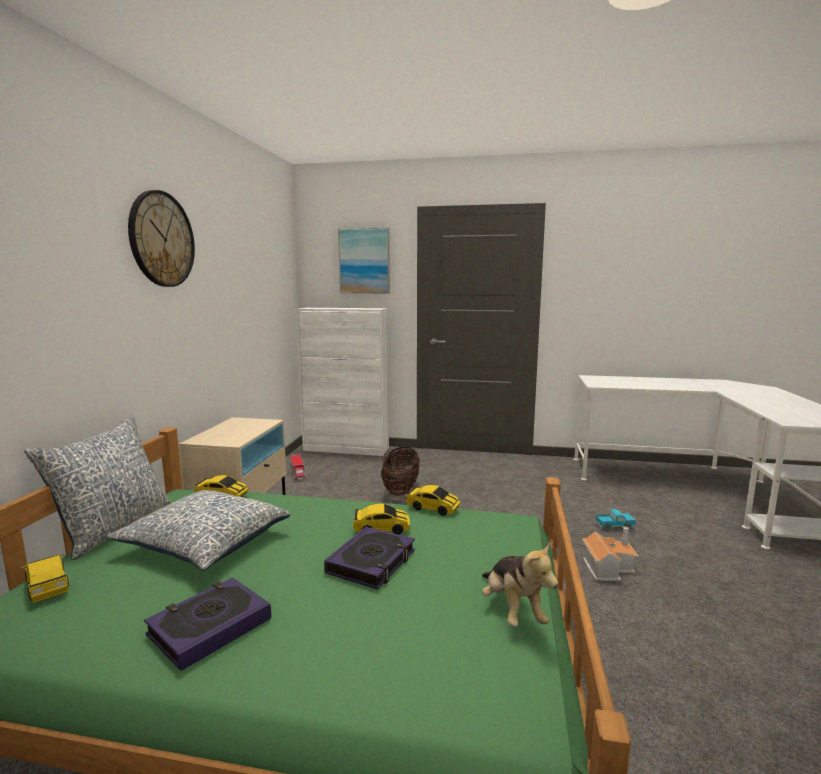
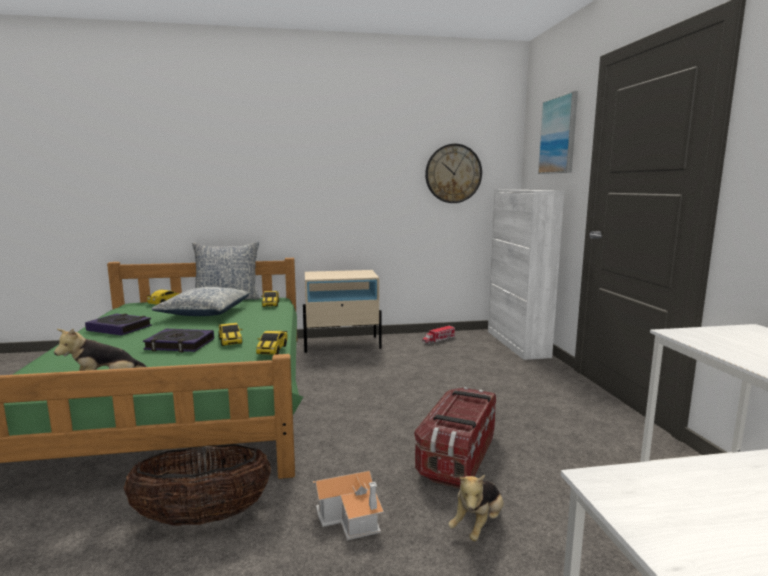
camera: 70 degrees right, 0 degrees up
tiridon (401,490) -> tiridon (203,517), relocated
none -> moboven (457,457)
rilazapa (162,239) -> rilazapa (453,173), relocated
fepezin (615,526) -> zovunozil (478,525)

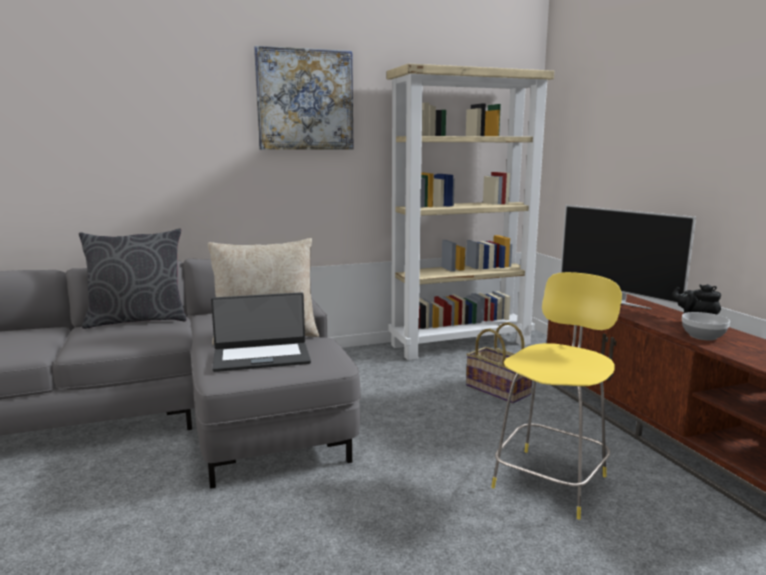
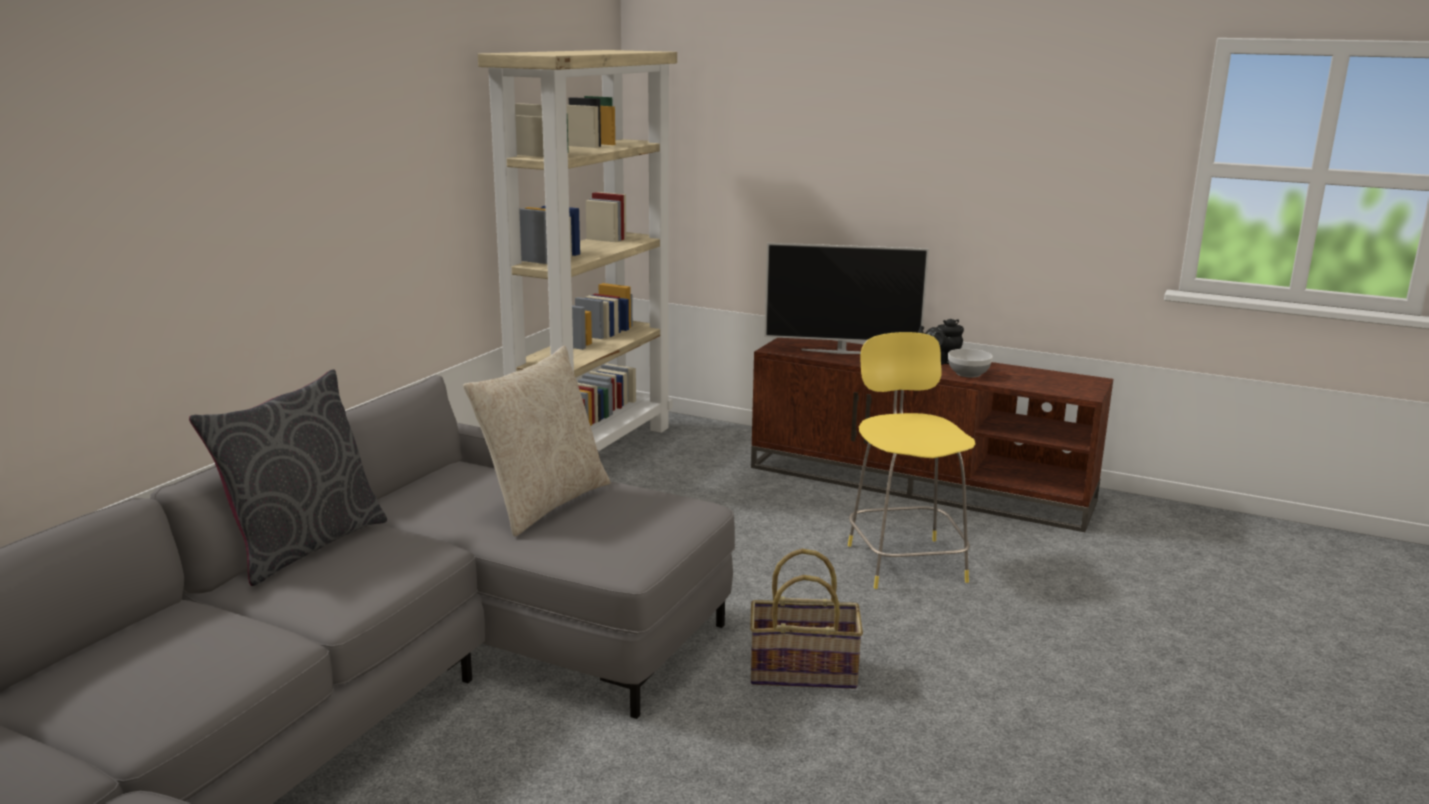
camera: 45 degrees left, 5 degrees up
tiridon (499,390) -> tiridon (803,670), relocated
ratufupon (261,357) -> none
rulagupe (305,100) -> none

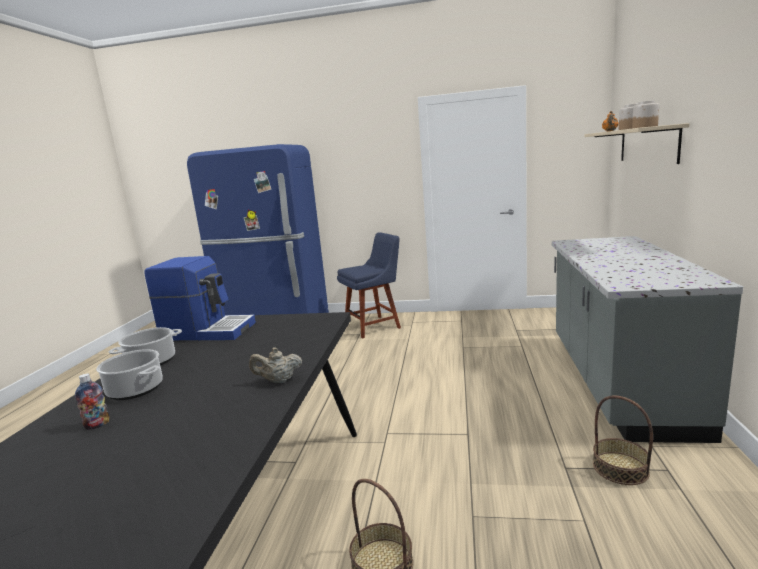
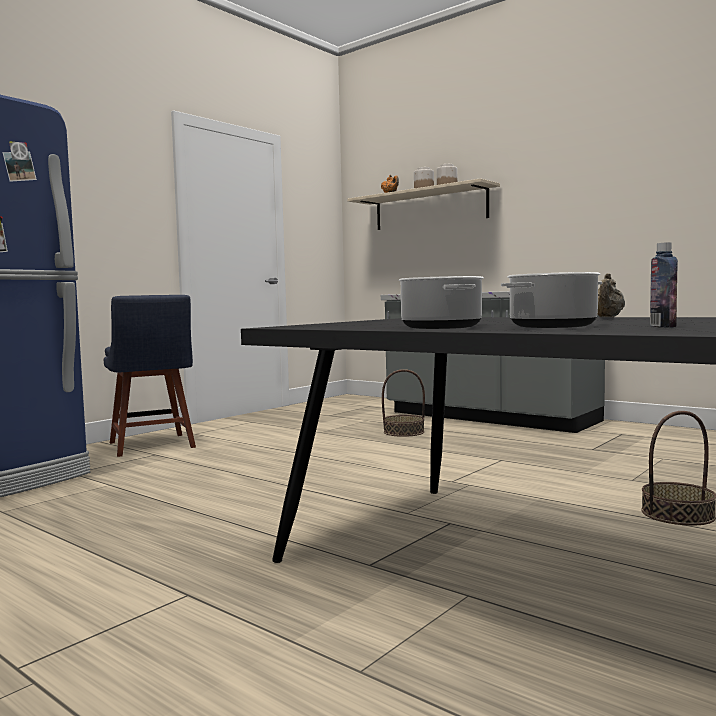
camera: 60 degrees left, 10 degrees down
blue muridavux (374,326) -> blue muridavux (152,446), 150 degrees clockwise
tiridon (620,468) -> tiridon (404,432), relocated
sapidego (208,331) -> none

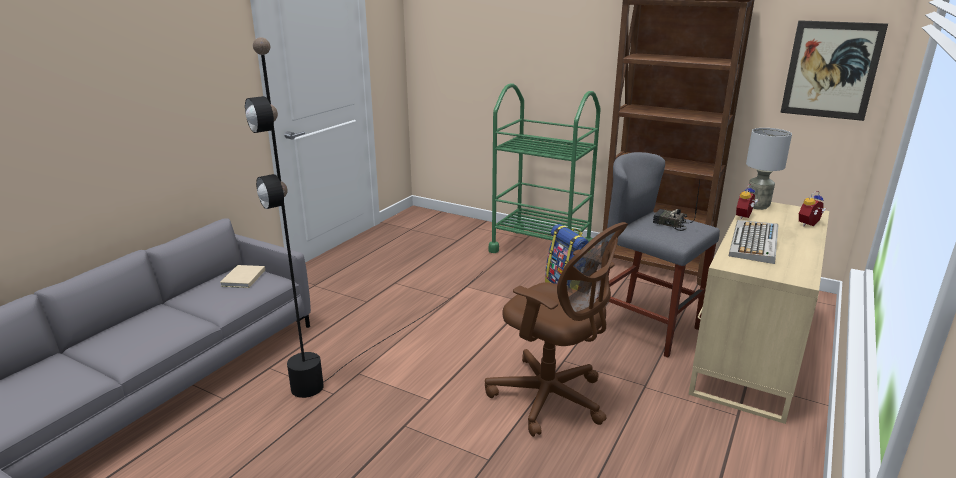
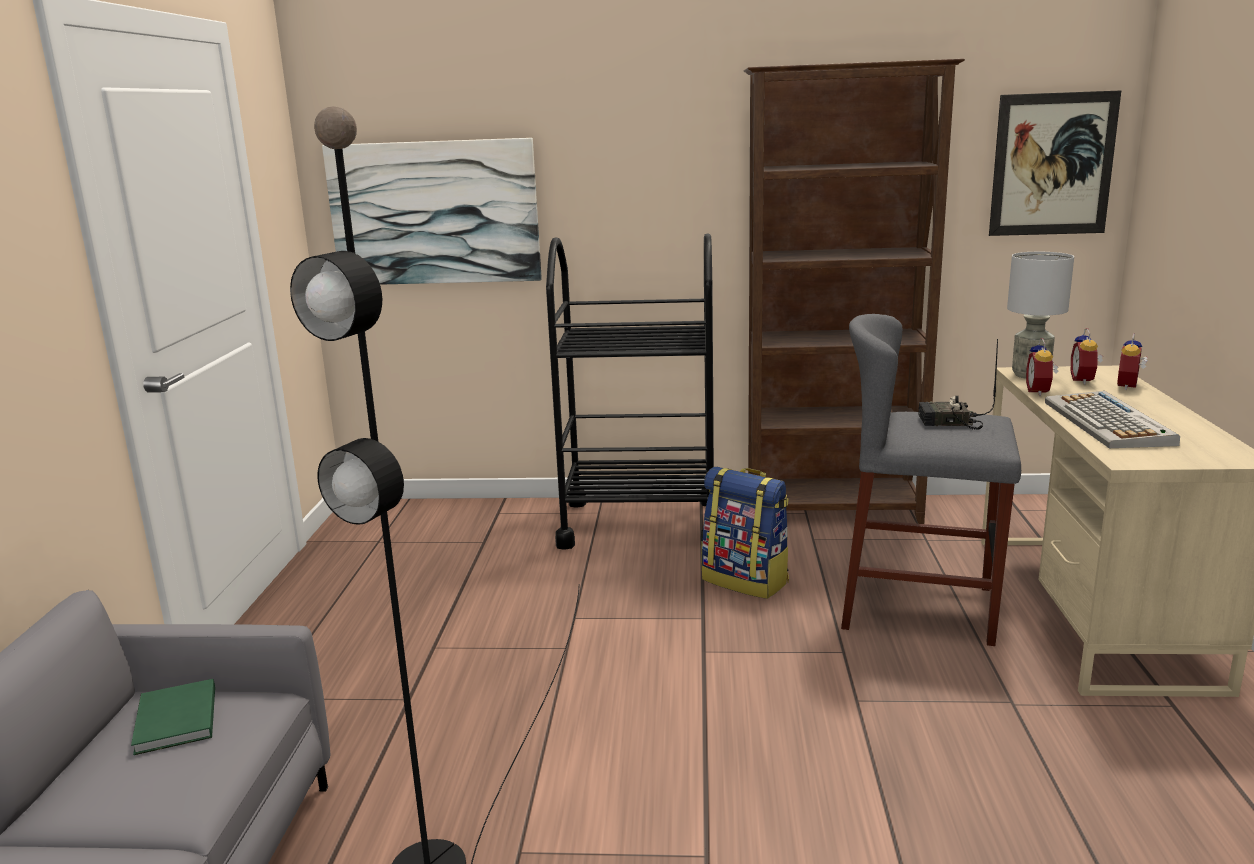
camera: 25 degrees left, 5 degrees down
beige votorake (242,278) -> green votorake (174,722)
none -> rulagupe (434,213)
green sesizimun (541,249) -> black sesizimun (640,524)
none -> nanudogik (1084,380)
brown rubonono (551,399) -> none

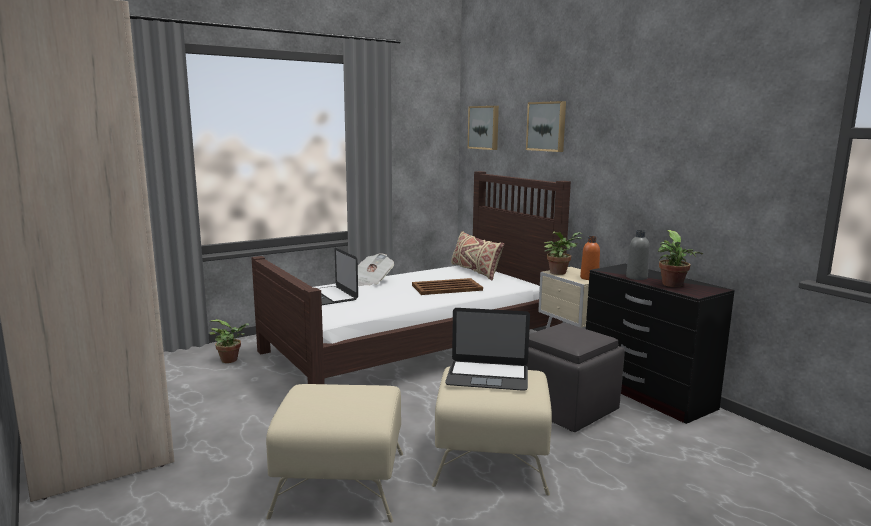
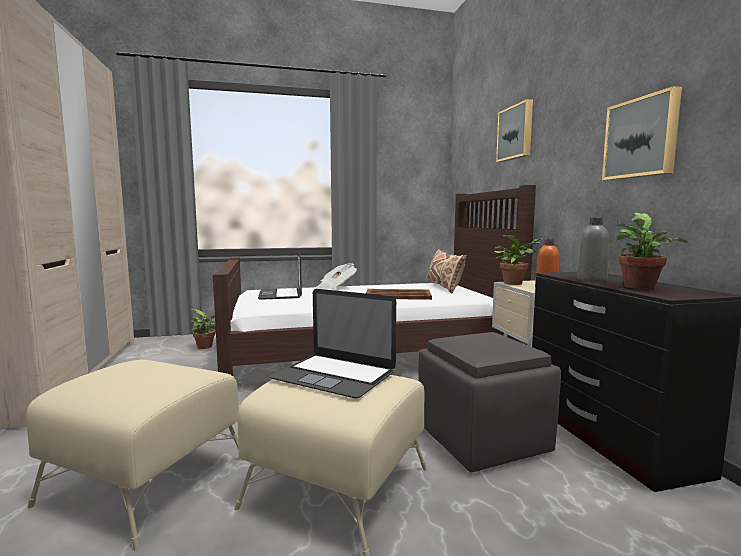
camera: 20 degrees right, 5 degrees down
rulagupe (484,127) -> rulagupe (641,138), relocated

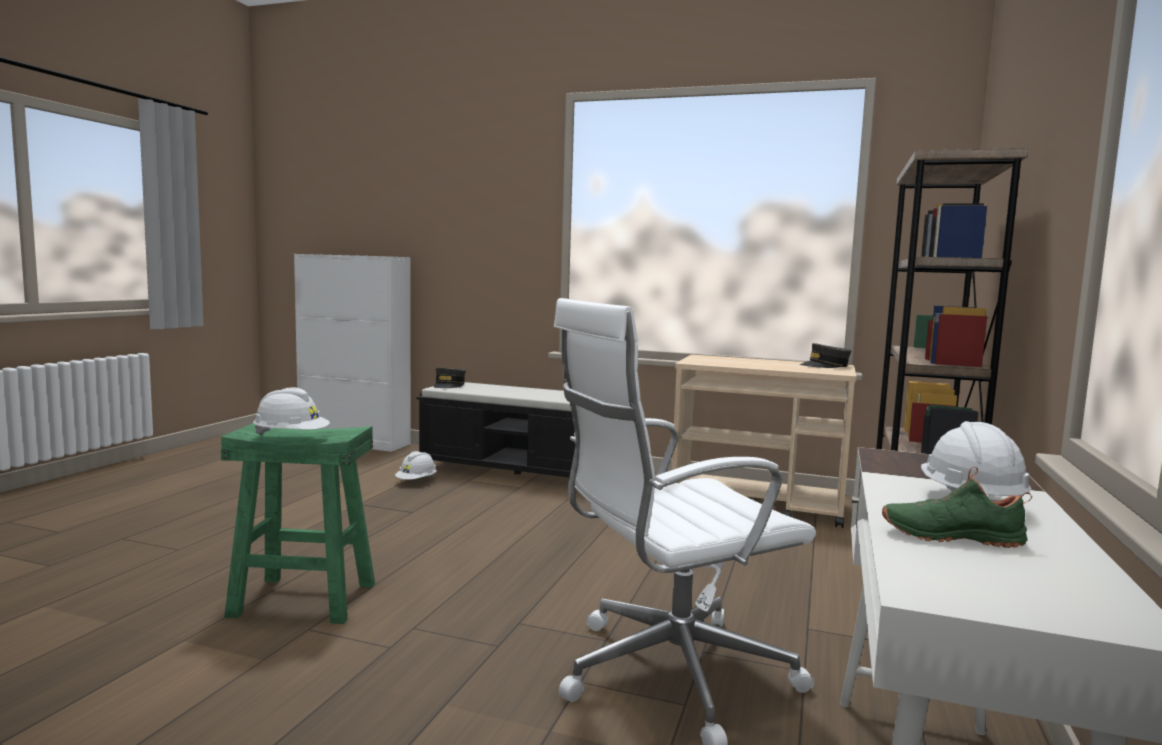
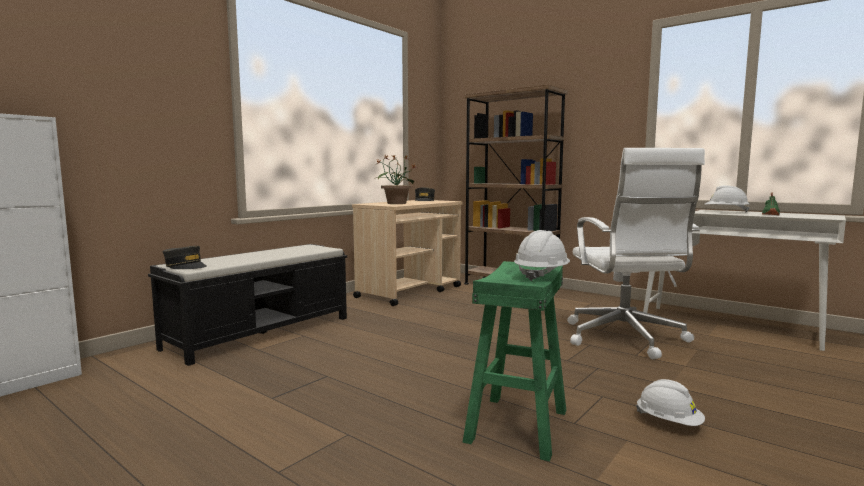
camera: 70 degrees left, 0 degrees up
none -> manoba (396,203)
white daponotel (416,481) -> white daponotel (669,422), relocated

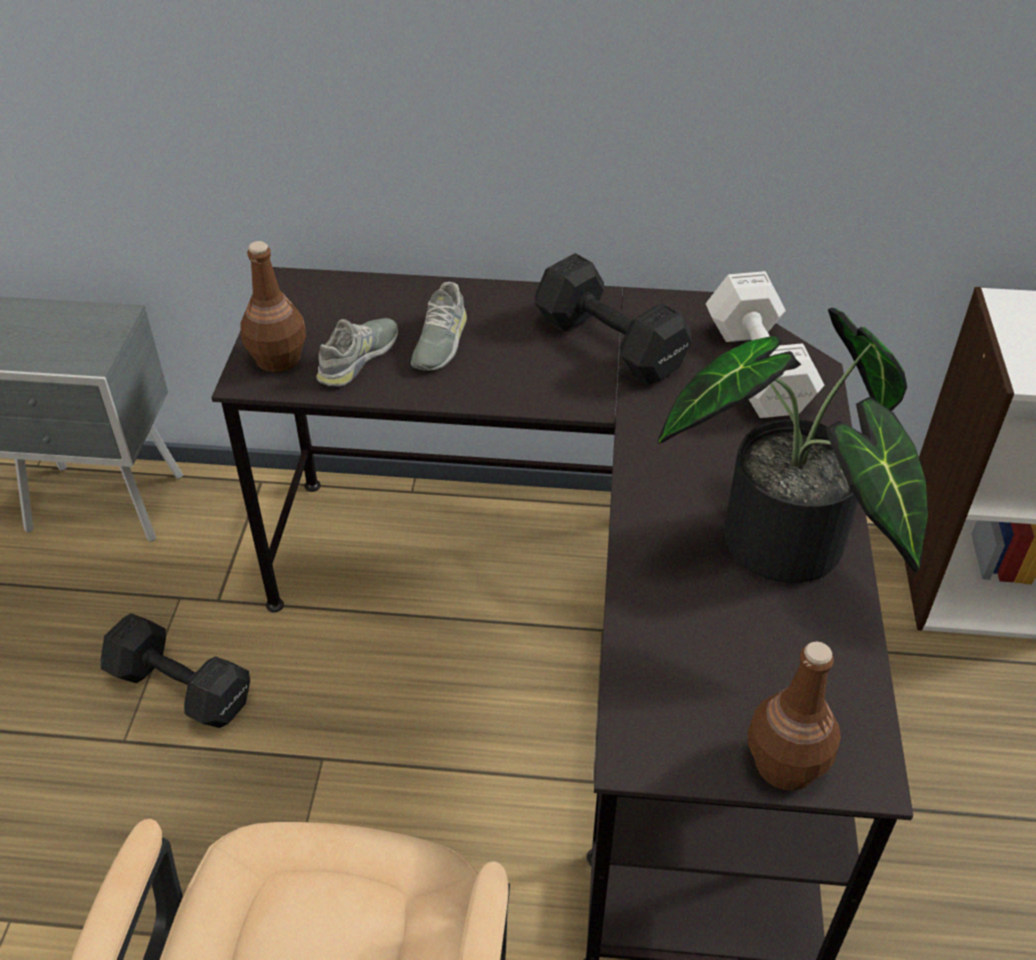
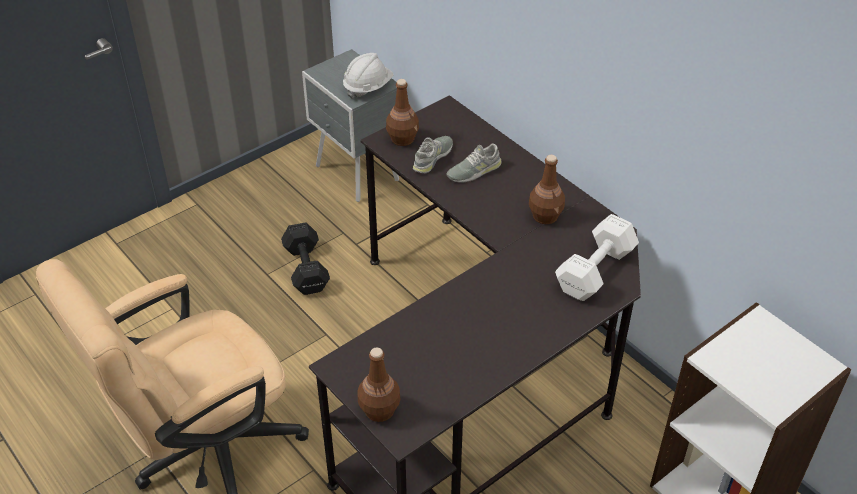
camera: 45 degrees right, 0 degrees up
none -> white daponotel (368,87)
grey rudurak (358,358) -> grey rudurak (433,158), 45 degrees counterclockwise
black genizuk (608,341) -> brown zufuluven (545,216)
manoba (783,553) -> none

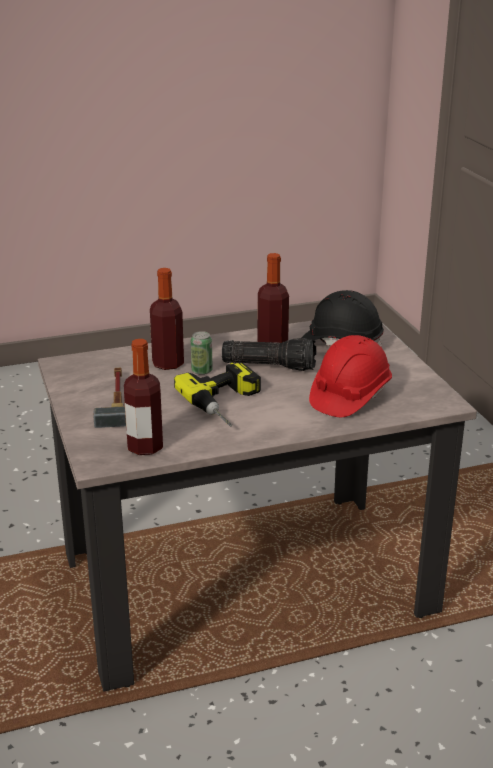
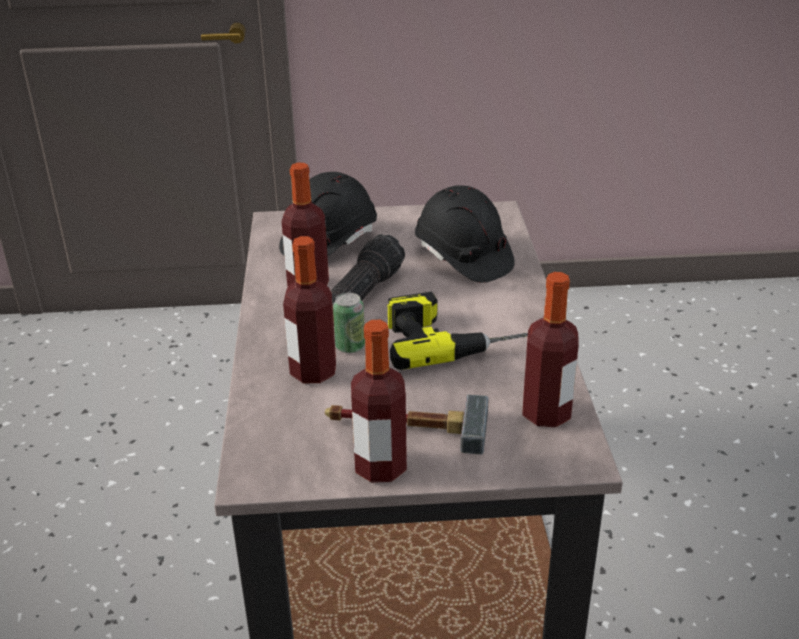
camera: 75 degrees left, 5 degrees up
none -> zufuluven (380,467)
red daponotel (349,396) -> black daponotel (462,258)

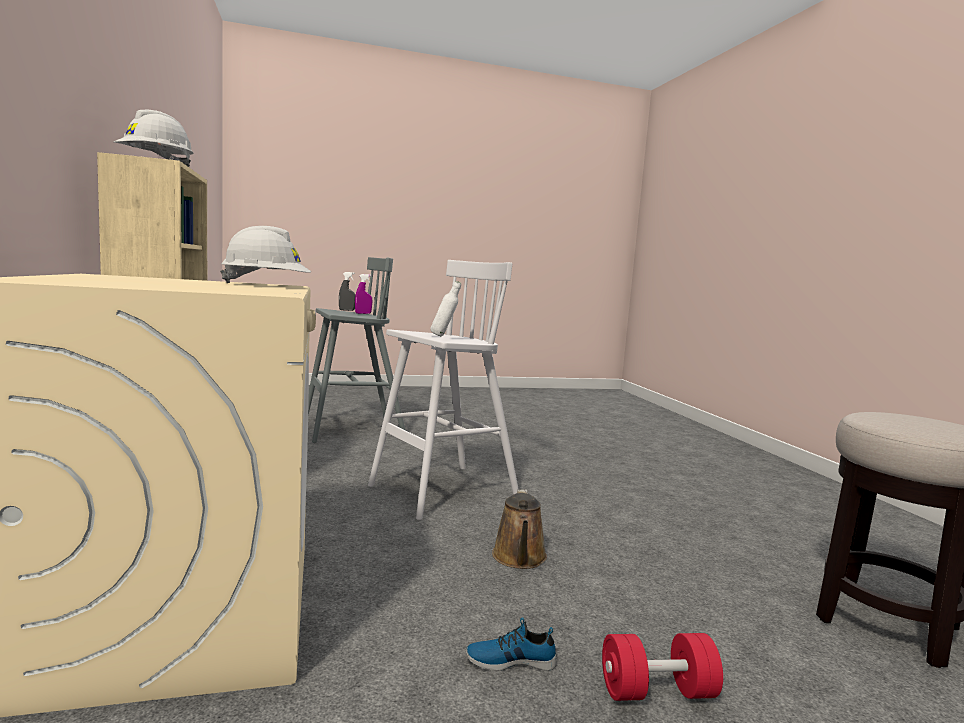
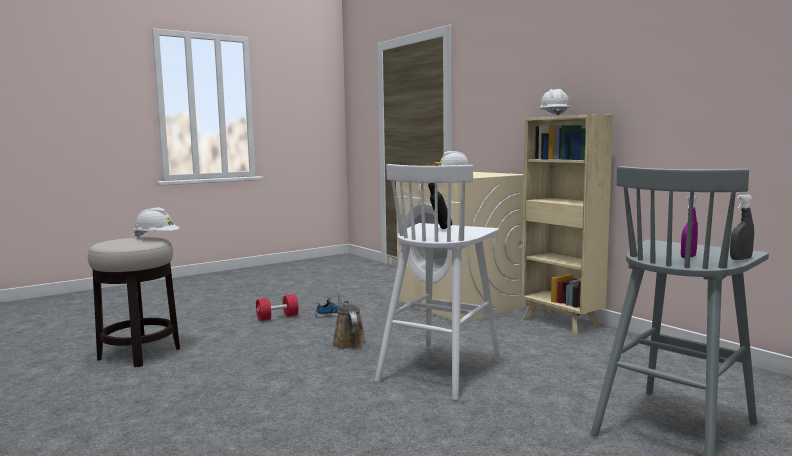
camera: 160 degrees right, 0 degrees up
none -> white daponotel (157,237)
white zufuluven (444,336) -> black zufuluven (440,229)

